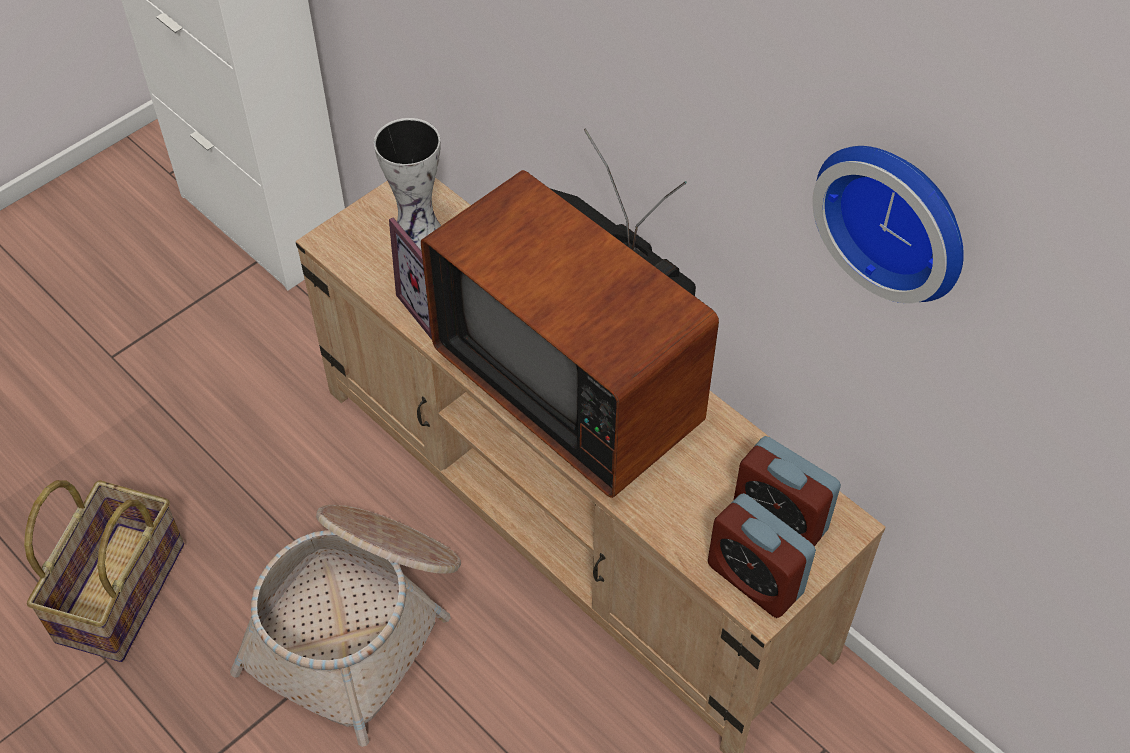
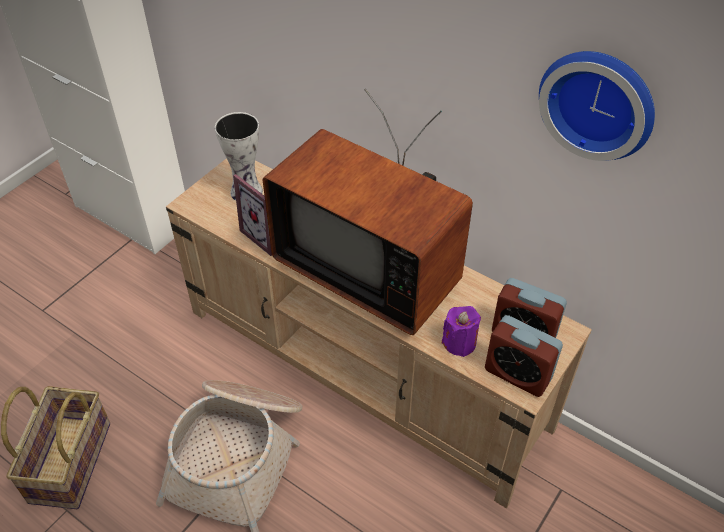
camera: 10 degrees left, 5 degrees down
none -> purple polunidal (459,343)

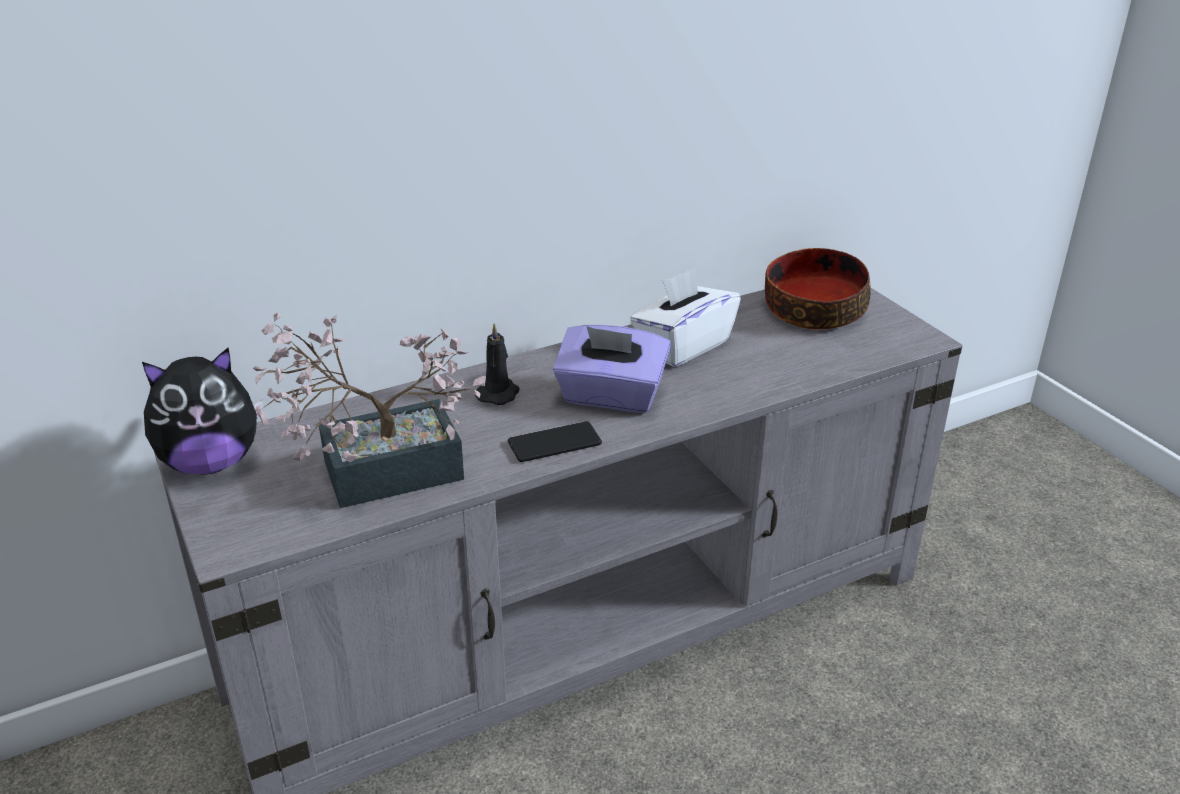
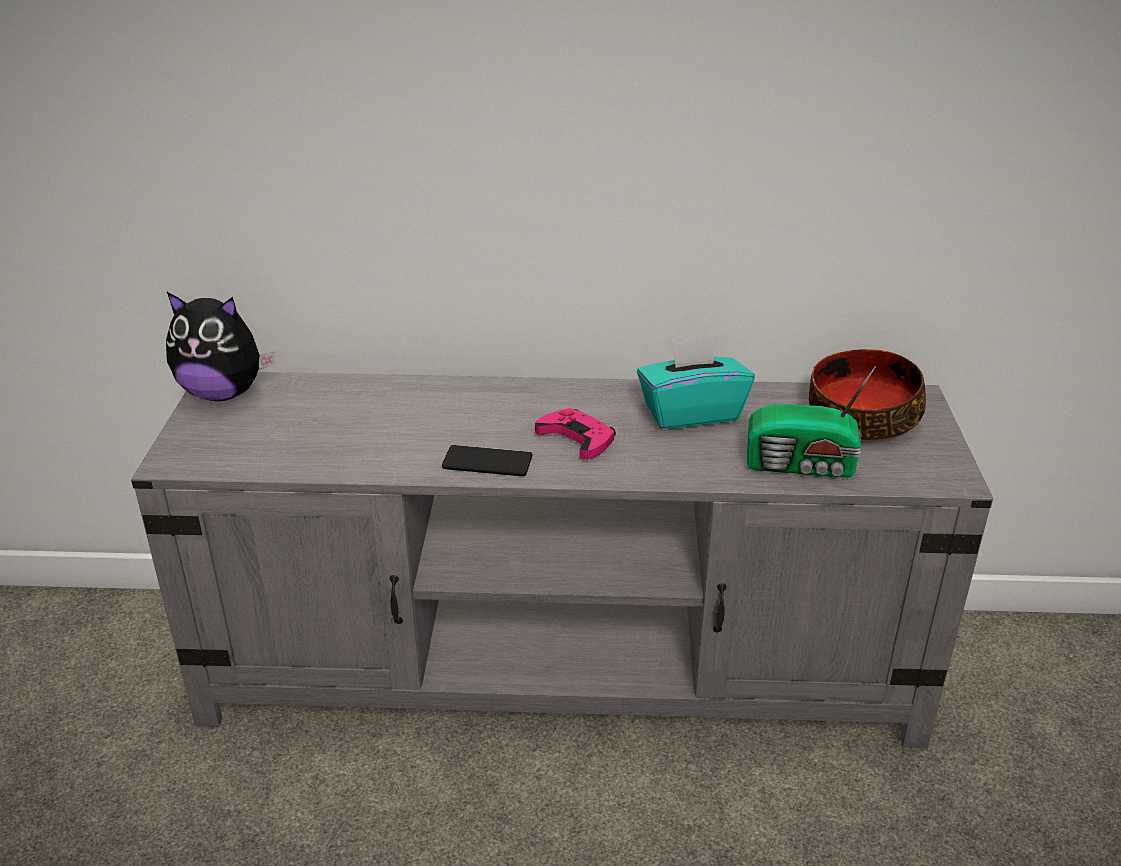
camera: 30 degrees right, 0 degrees up
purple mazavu (611,396) -> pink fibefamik (577,438)
white mazavu (682,346) -> turquoise mazavu (691,413)
none -> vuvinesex (803,466)
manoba (375,473) -> none
black polunidal (498,393) -> none

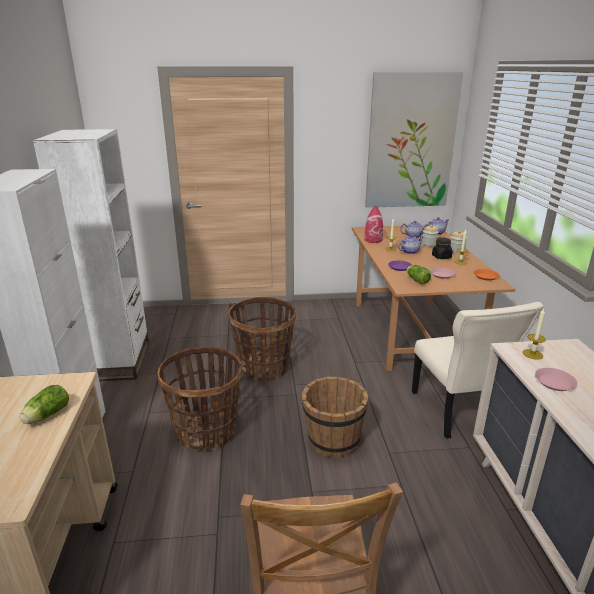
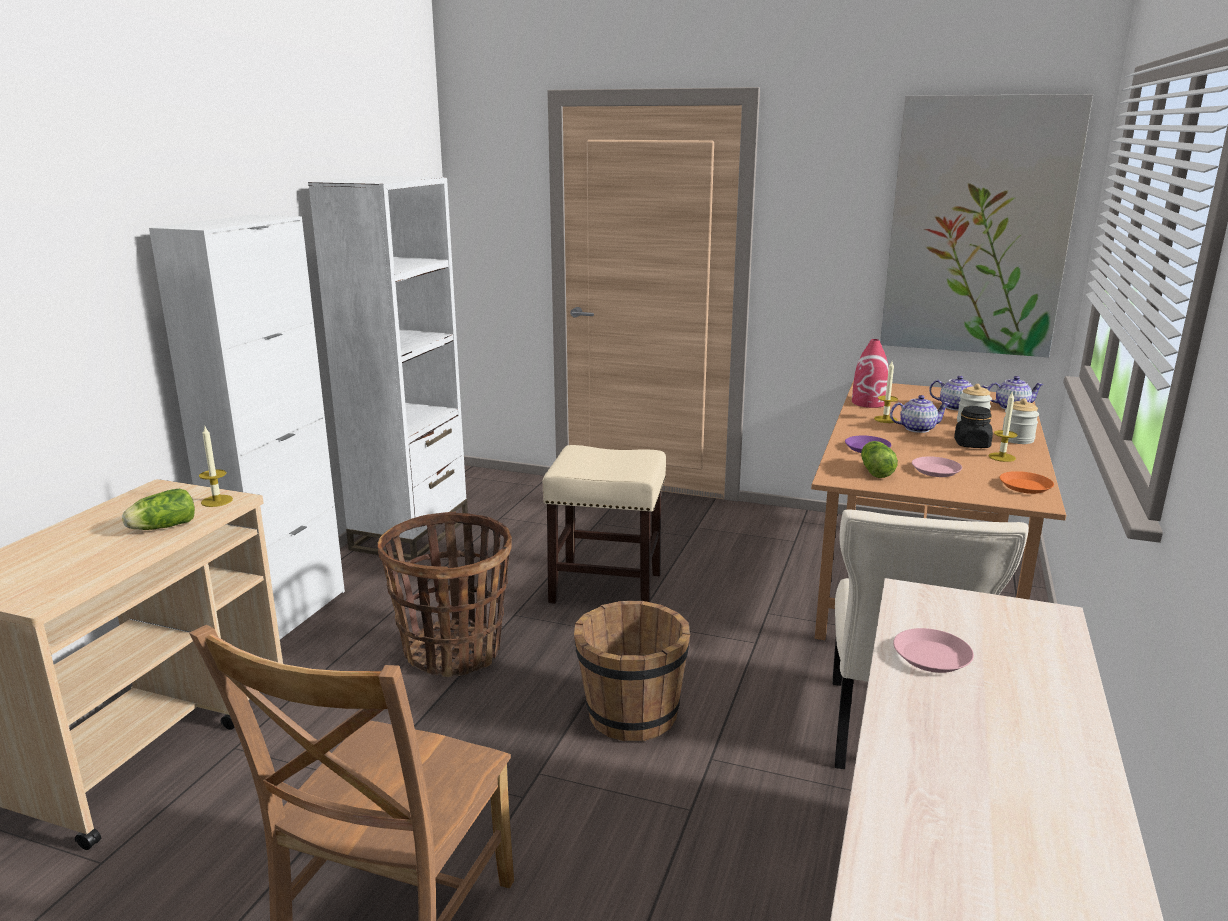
camera: 25 degrees right, 5 degrees down
polunidal (532,354) -> polunidal (217,501), relocated
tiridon (264,368) -> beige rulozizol (607,587)

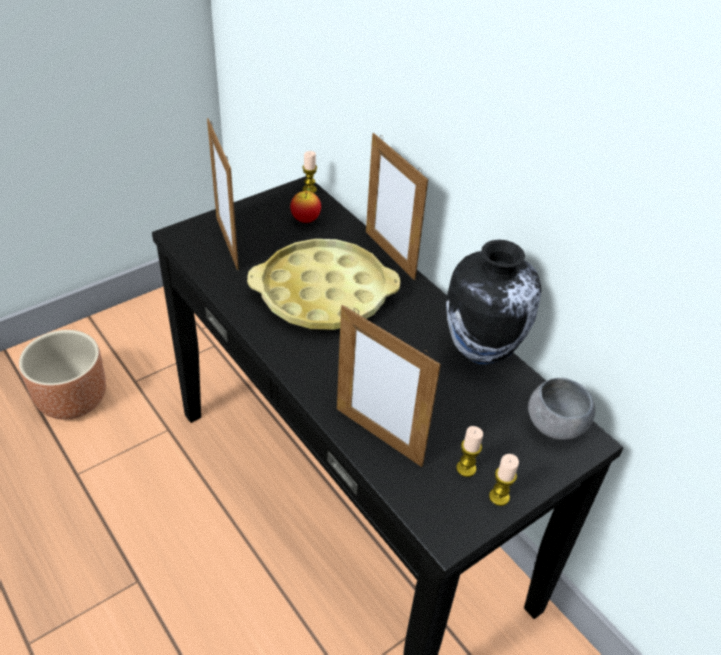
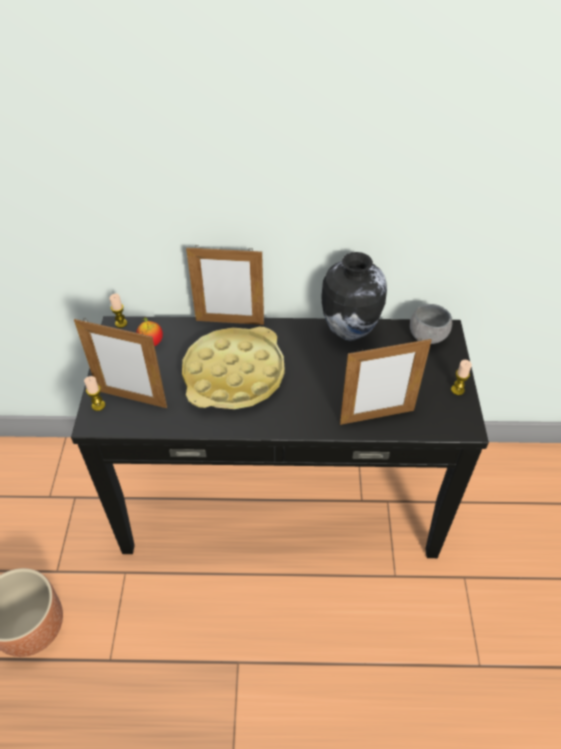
camera: 50 degrees left, 5 degrees up
polunidal (466,468) -> polunidal (98,405), relocated

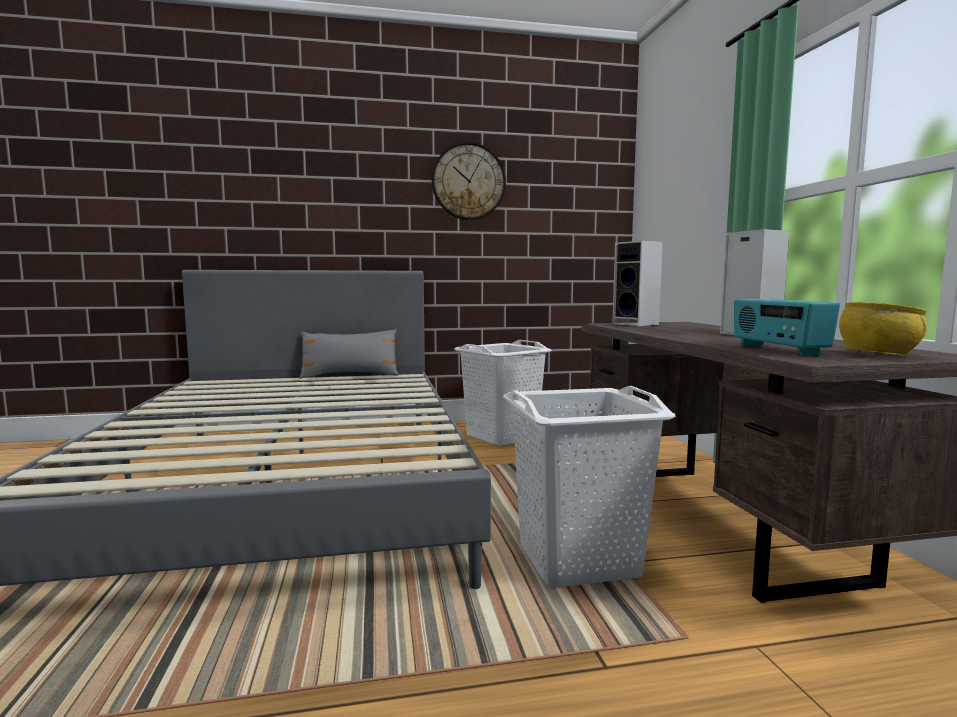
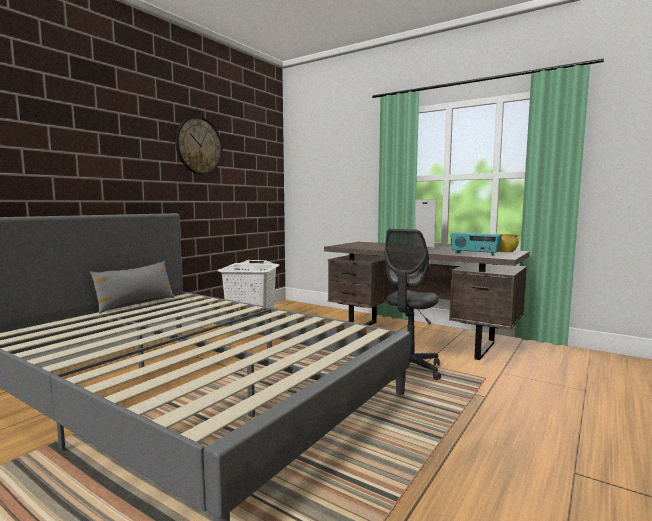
camera: 45 degrees left, 0 degrees up
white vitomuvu (577,559) -> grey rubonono (409,369)
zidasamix (637,324) -> none

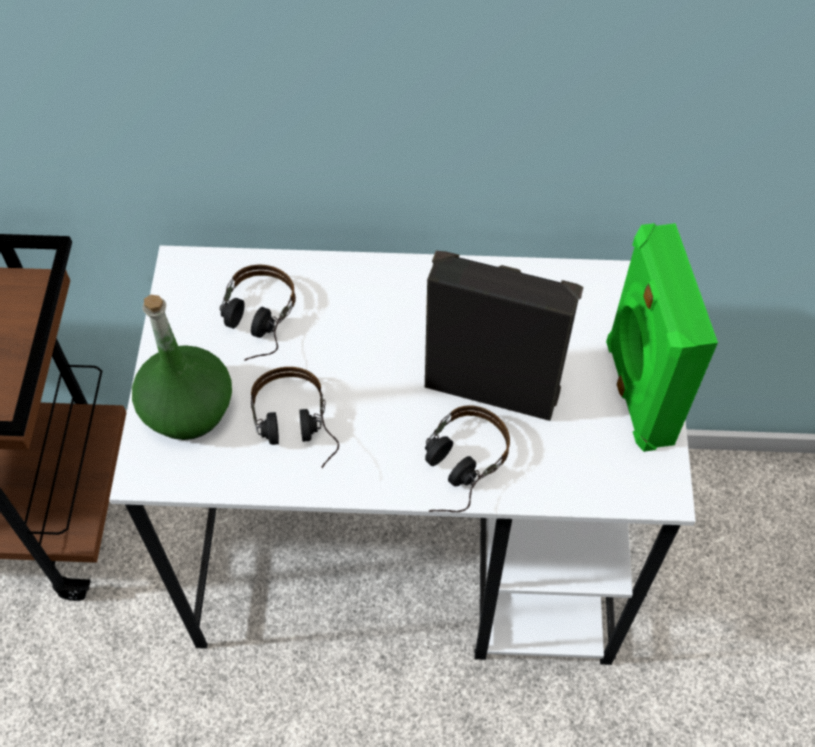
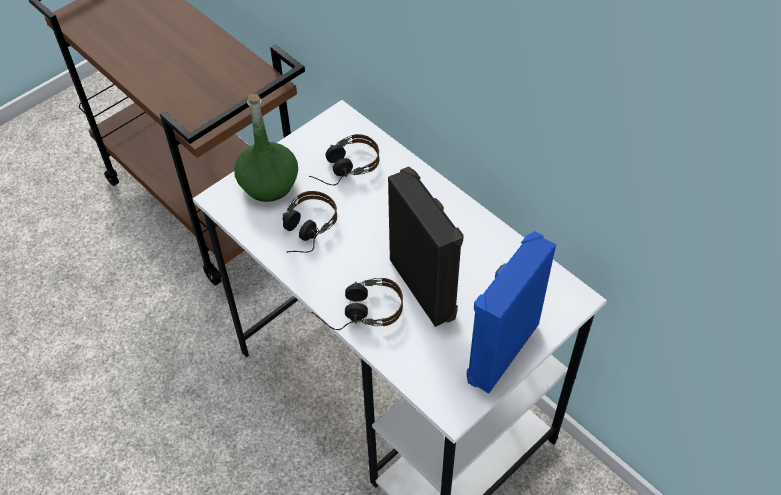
camera: 45 degrees right, 5 degrees down
green zidasamix (635,392) -> blue zidasamix (500,350)

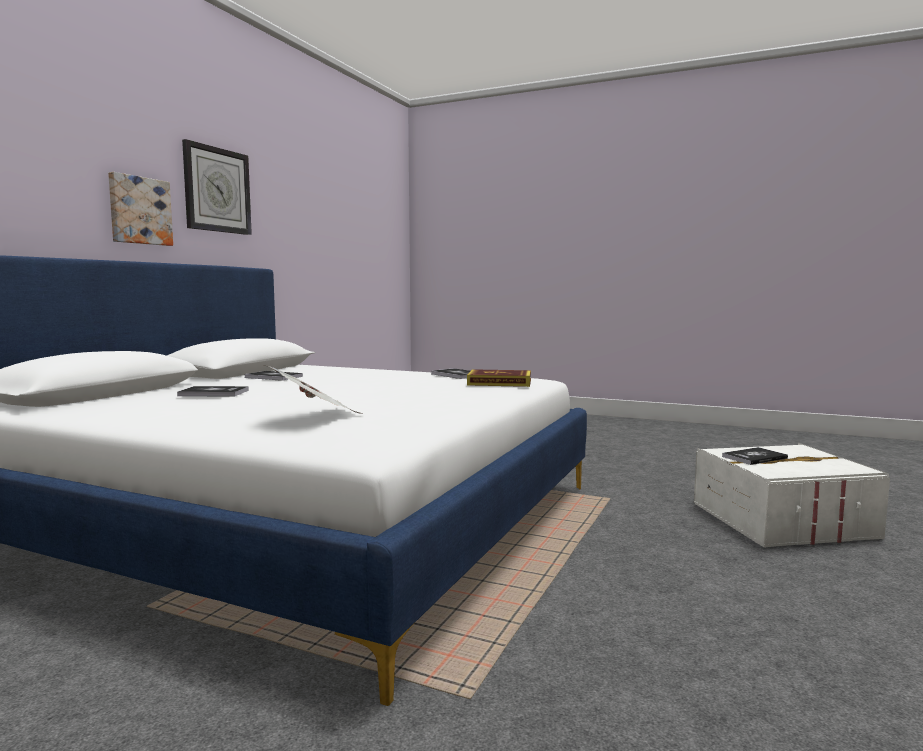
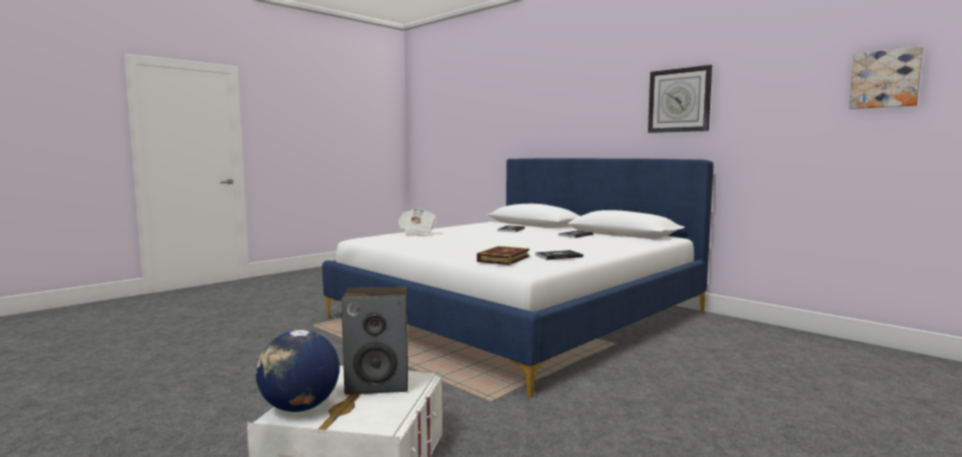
camera: 110 degrees right, 0 degrees up
none -> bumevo (299,408)
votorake (754,457) -> zidasamix (378,384)
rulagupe (139,210) -> rulagupe (885,79), relocated

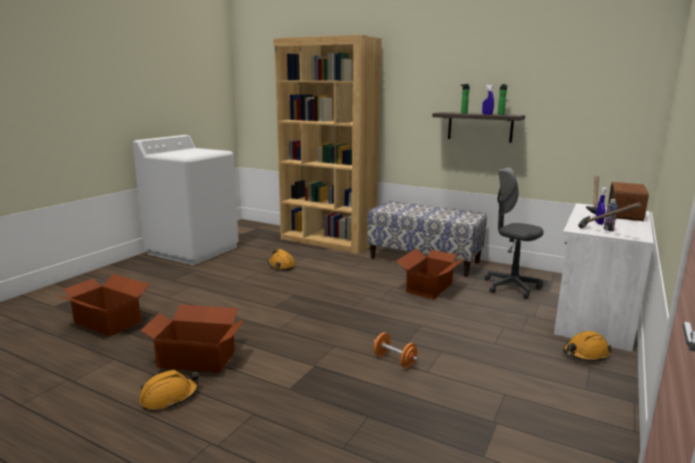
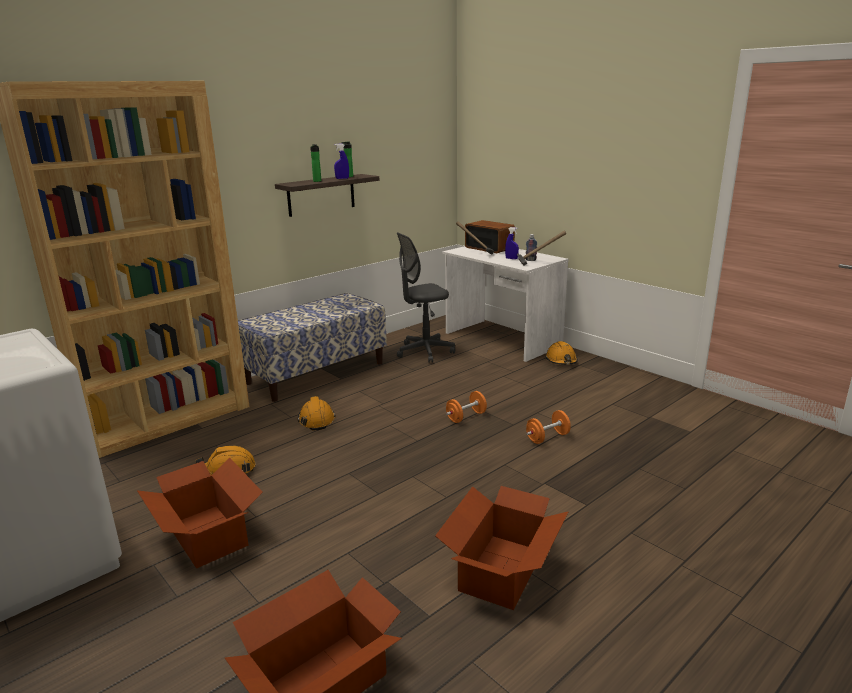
camera: 70 degrees left, 5 degrees up
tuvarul (428,287) -> tuvarul (206,536), relocated
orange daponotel (169,397) -> orange daponotel (316,420), relocated
none -> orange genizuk (466,417)

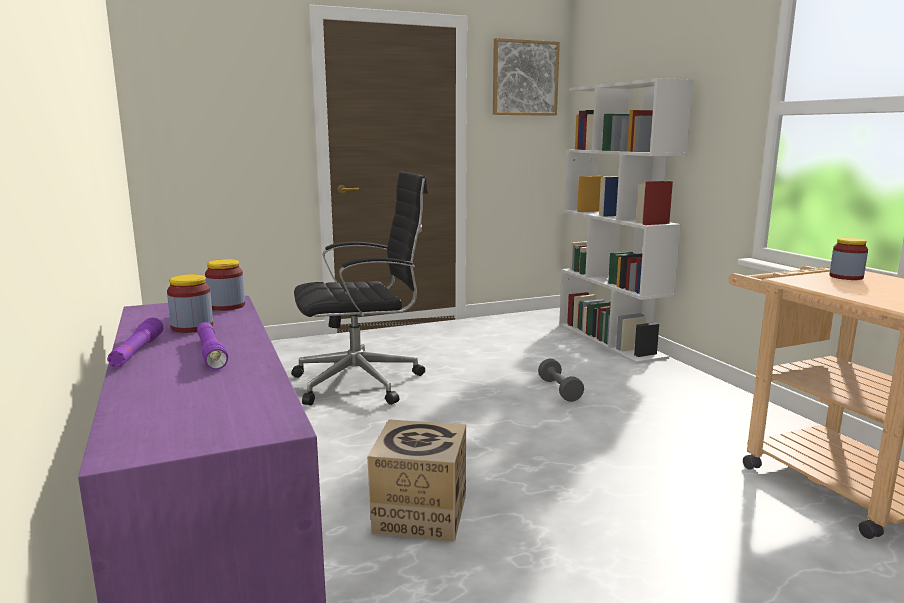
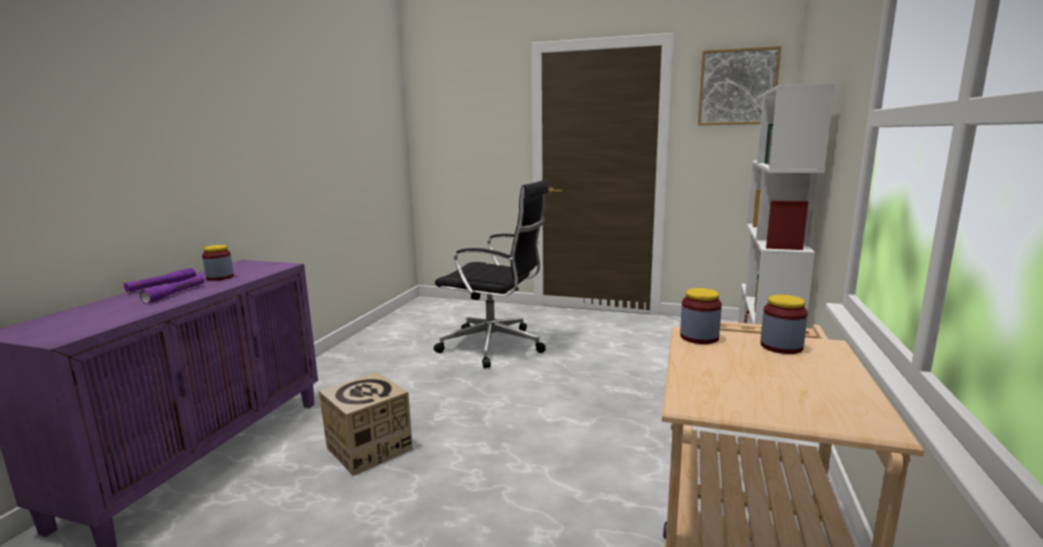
camera: 40 degrees right, 0 degrees up
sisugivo (226,306) -> sisugivo (699,337), relocated
grey genizuk (559,390) -> none

